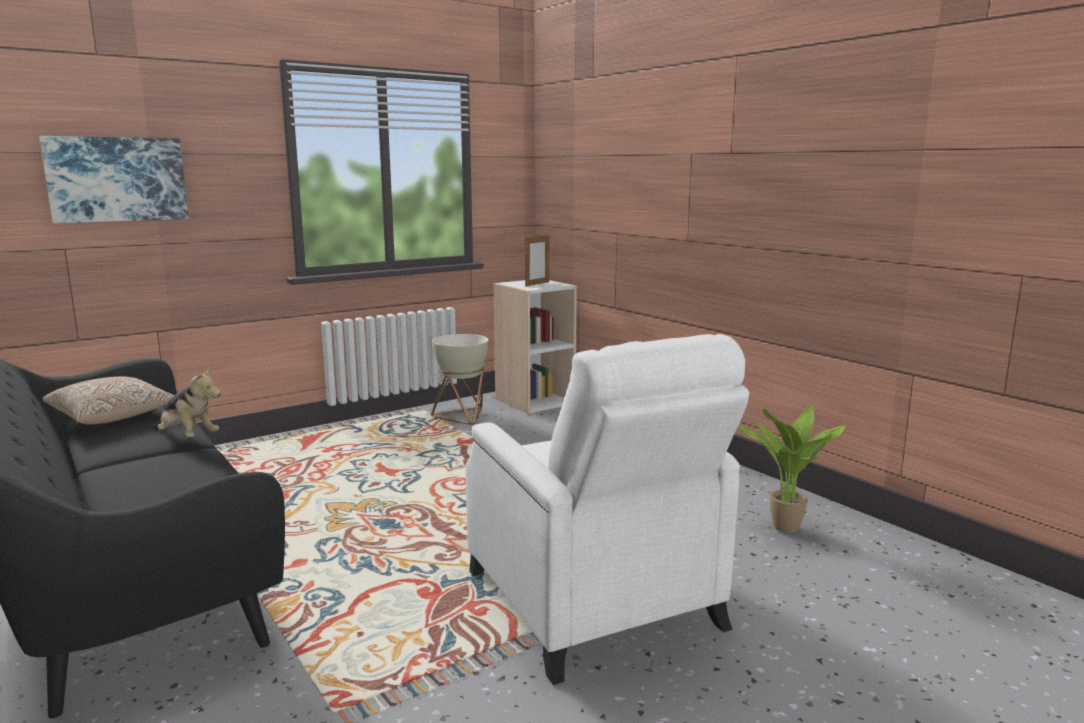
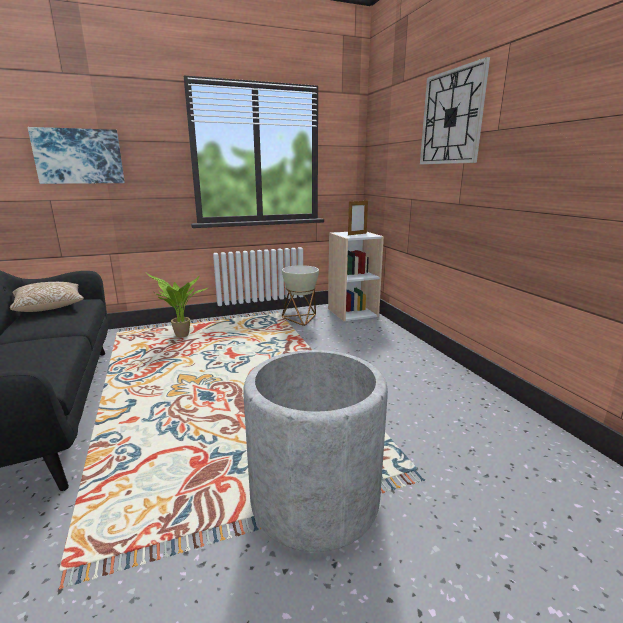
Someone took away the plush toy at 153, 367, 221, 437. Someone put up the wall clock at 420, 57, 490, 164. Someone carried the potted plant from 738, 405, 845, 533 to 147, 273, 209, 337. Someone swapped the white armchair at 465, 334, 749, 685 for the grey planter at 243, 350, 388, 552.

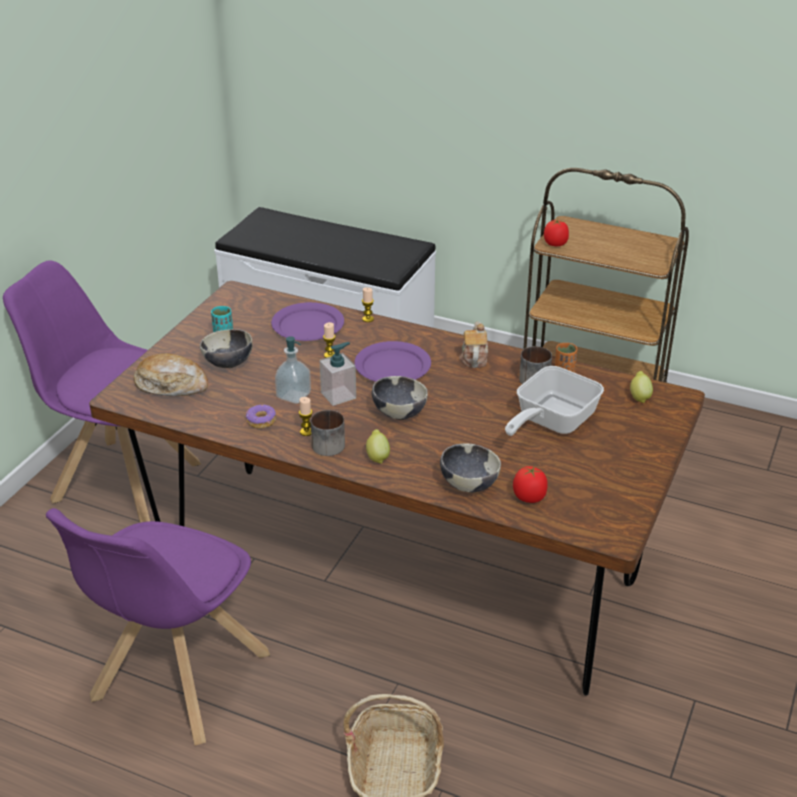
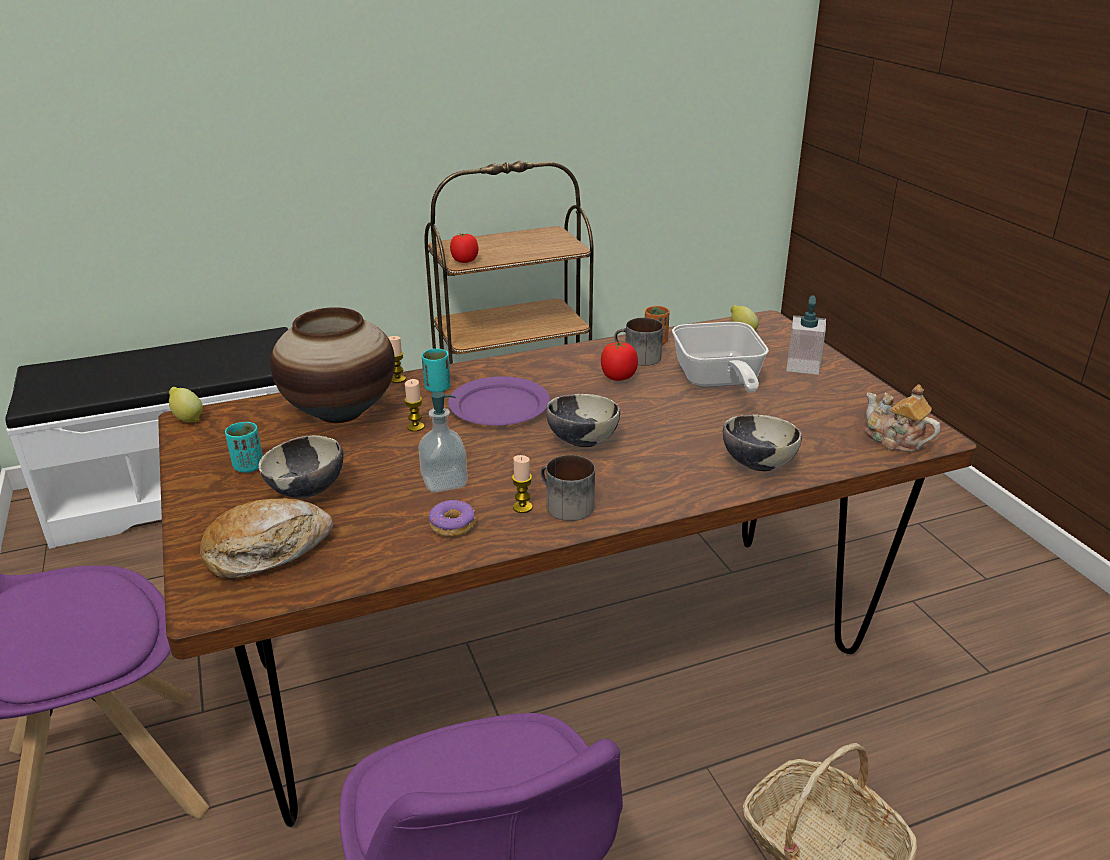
Someone put down the turquoise cup at 422, 349, 451, 393. Someone carried the soap dispenser from 319, 342, 356, 406 to 786, 295, 826, 375. Someone carried the lemon from 366, 429, 390, 464 to 169, 387, 203, 423. Someone carried the teapot from 460, 321, 488, 368 to 865, 384, 940, 452. Someone carried the tomato from 513, 466, 548, 503 to 601, 341, 638, 381. Someone swapped the purple plate at 271, 302, 344, 341 for the vase at 270, 307, 395, 423.

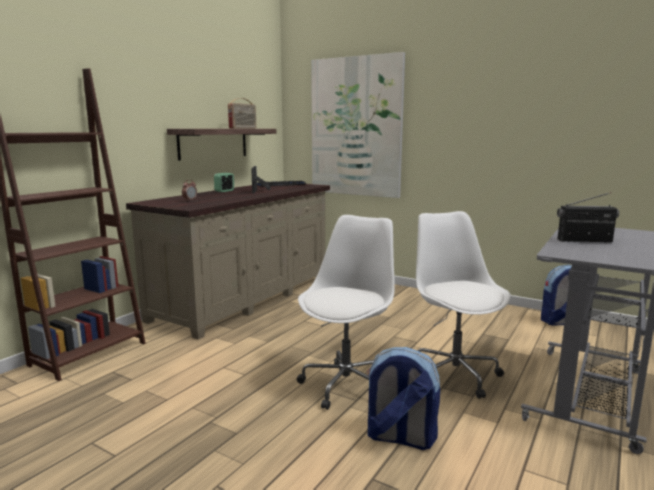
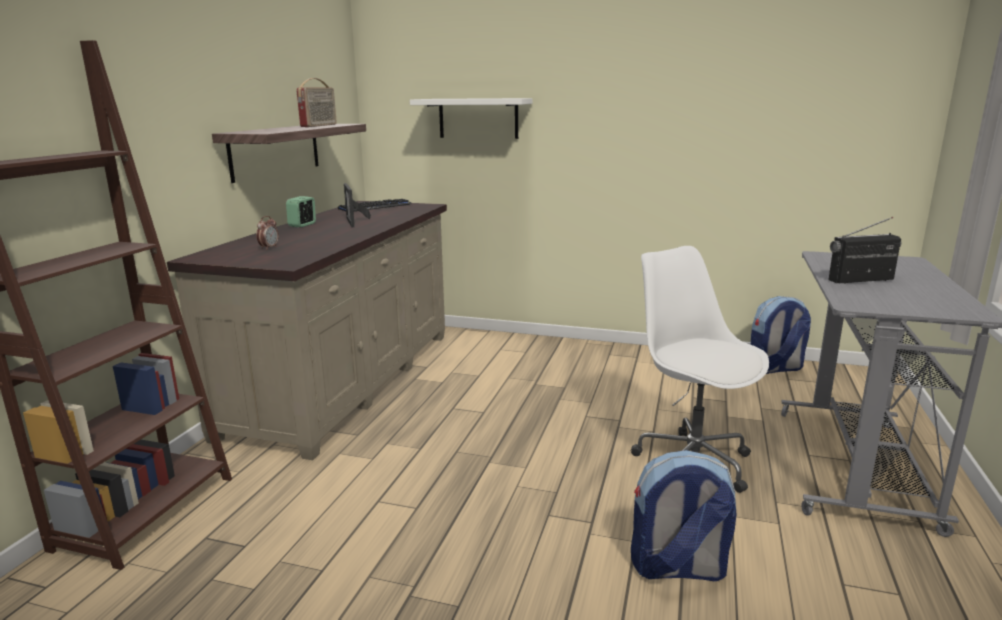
Someone took away the white office chair at 296, 215, 395, 410. Someone swapped the picture at 311, 52, 405, 198 for the white shelf at 410, 98, 532, 139.

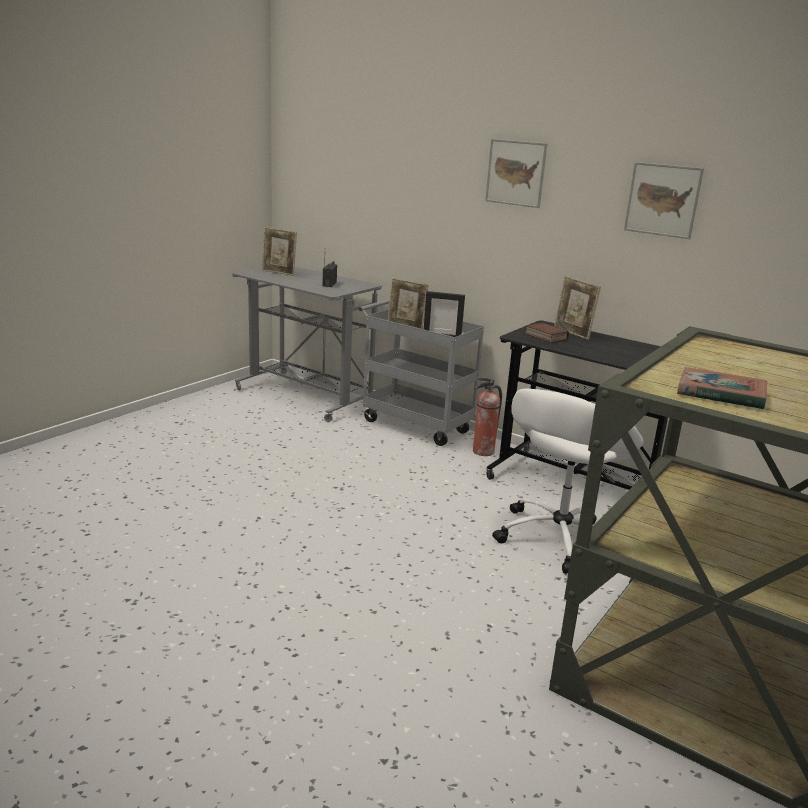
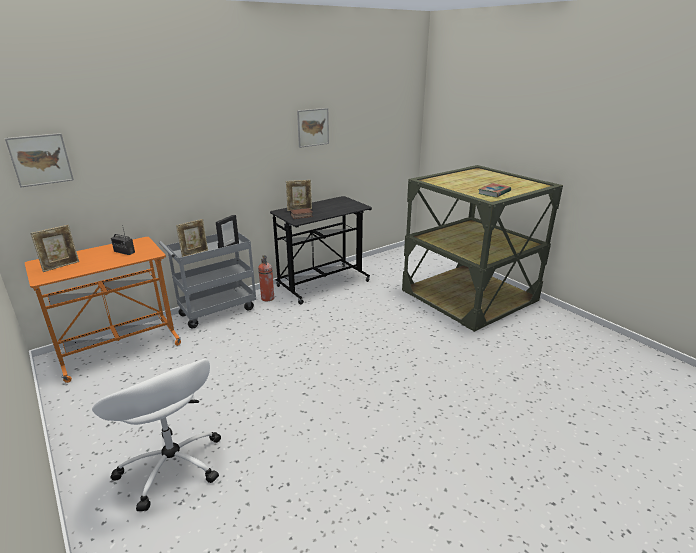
Someone carried the picture from 485, 139, 547, 208 to 5, 133, 74, 188. Someone carried the white office chair from 492, 389, 643, 574 to 92, 359, 221, 511. Someone repainted the grey desk at 232, 266, 381, 422, which became the orange desk at 25, 237, 181, 383.

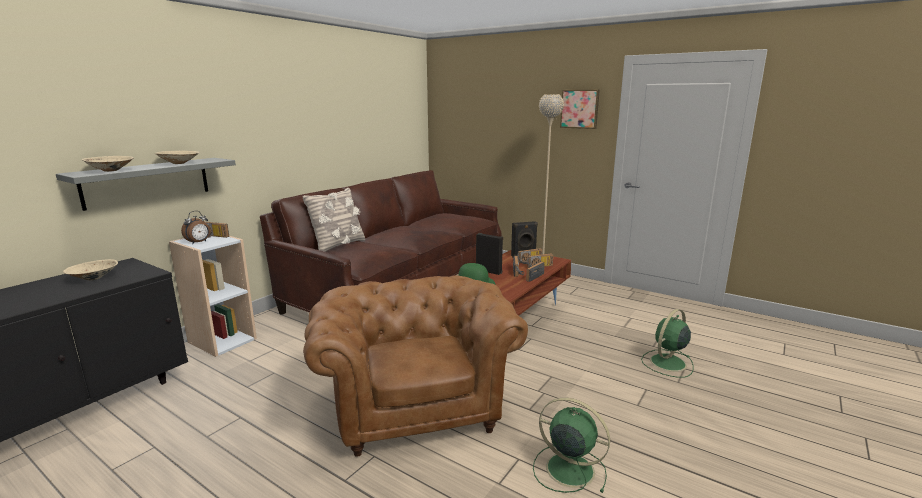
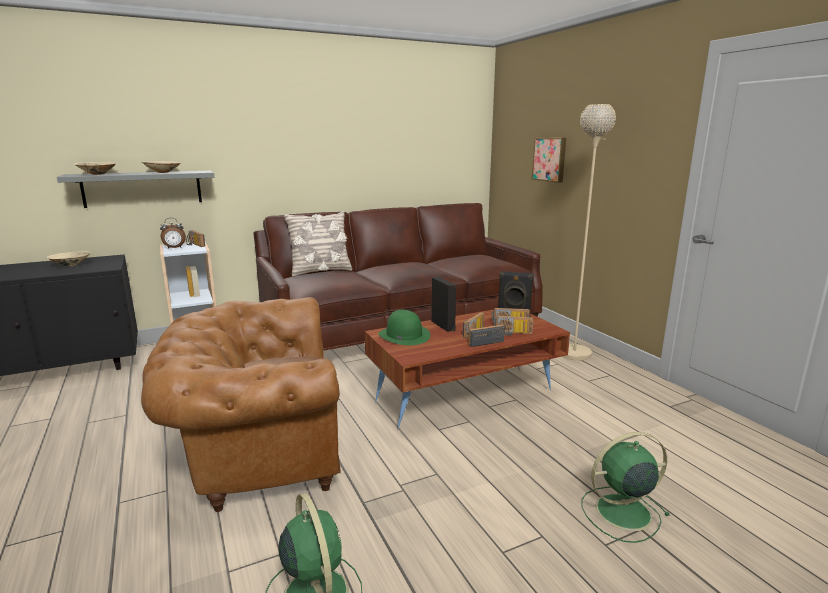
Someone carried the picture from 560, 90, 600, 129 to 531, 138, 566, 183. Someone rotated the brown armchair at 303, 275, 528, 457 by 120 degrees counterclockwise.

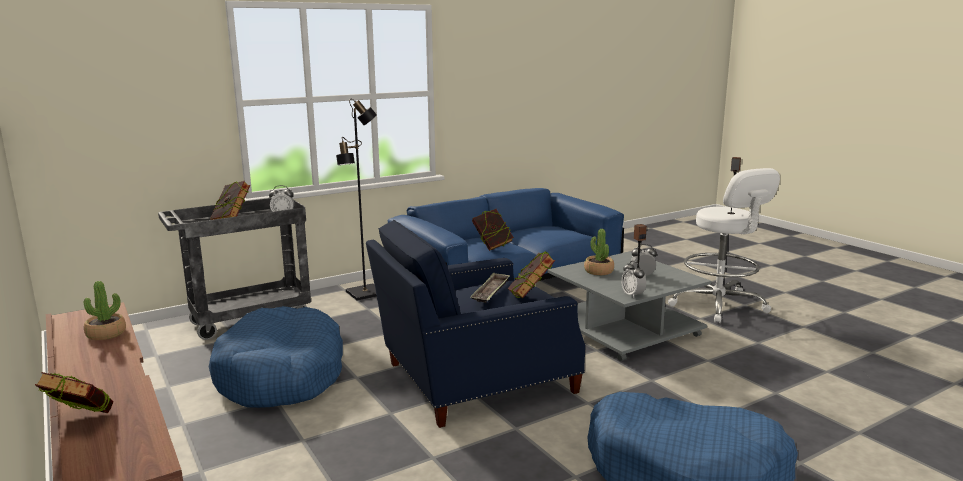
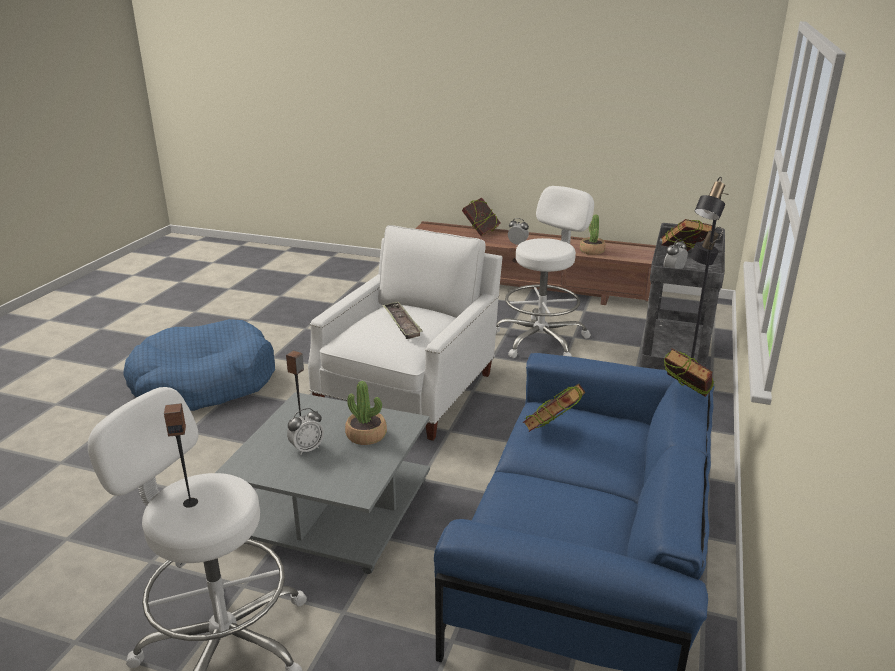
Someone carried the book from 507, 251, 555, 298 to 664, 348, 714, 397. Someone carried the alarm clock from 621, 261, 646, 298 to 508, 218, 529, 245. Someone swapped the blue dog bed at 209, 306, 343, 408 for the white stool at 496, 186, 594, 358. Someone repainted the blue armchair at 366, 220, 585, 428, which became the white armchair at 308, 225, 502, 441.

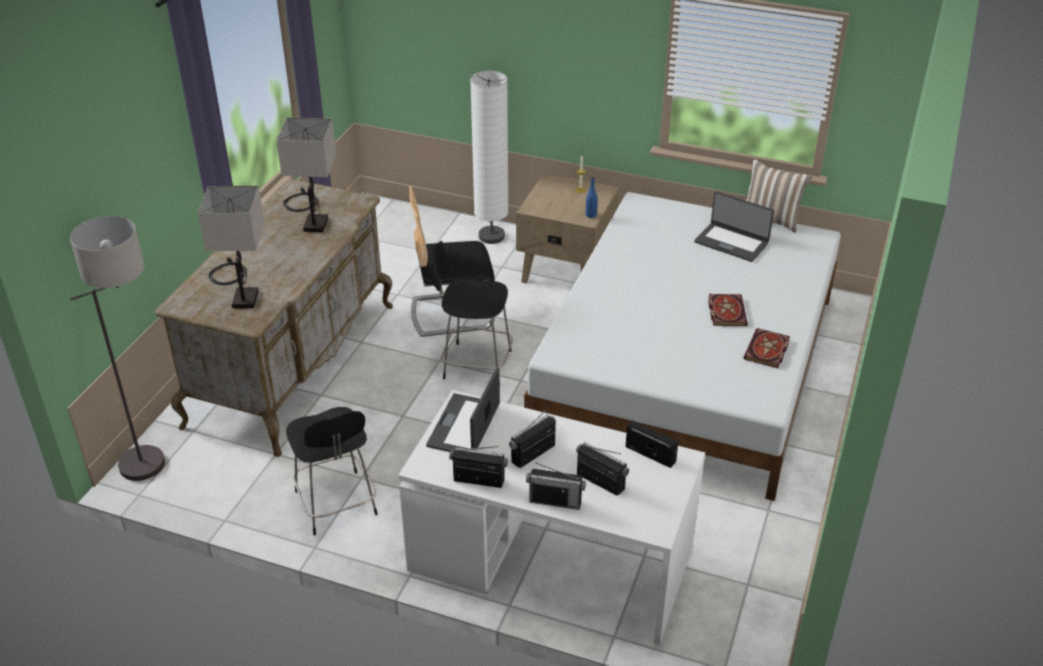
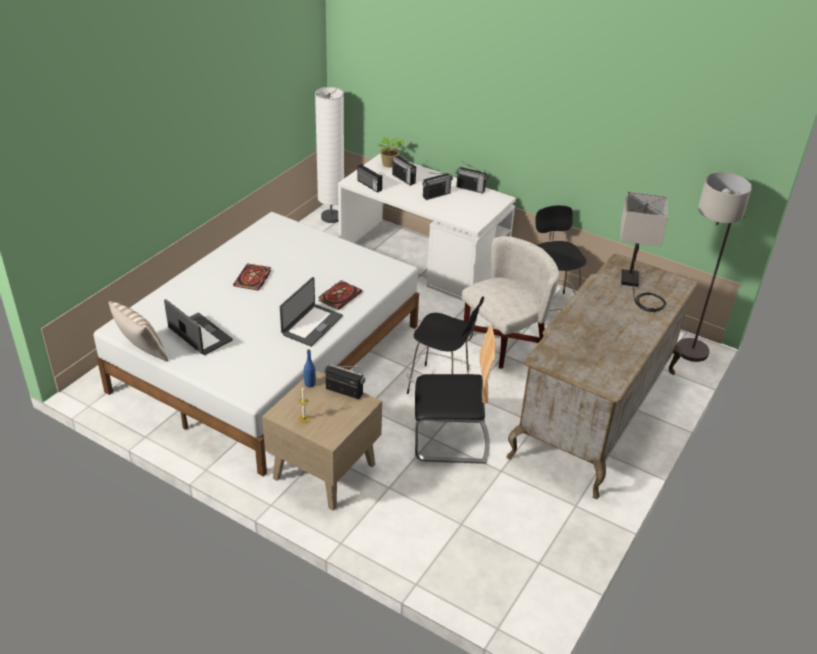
Someone took away the table lamp at 276, 117, 336, 232. Someone put down the potted plant at 378, 137, 405, 167. Someone put down the white armchair at 462, 236, 559, 369. Someone carried the laptop from 426, 367, 500, 452 to 280, 277, 343, 347. Someone carried the white floor lamp from 470, 71, 509, 244 to 315, 87, 344, 223. Someone carried the radio from 526, 463, 586, 510 to 324, 364, 365, 399. Someone carried the book from 744, 328, 790, 368 to 318, 280, 362, 310.

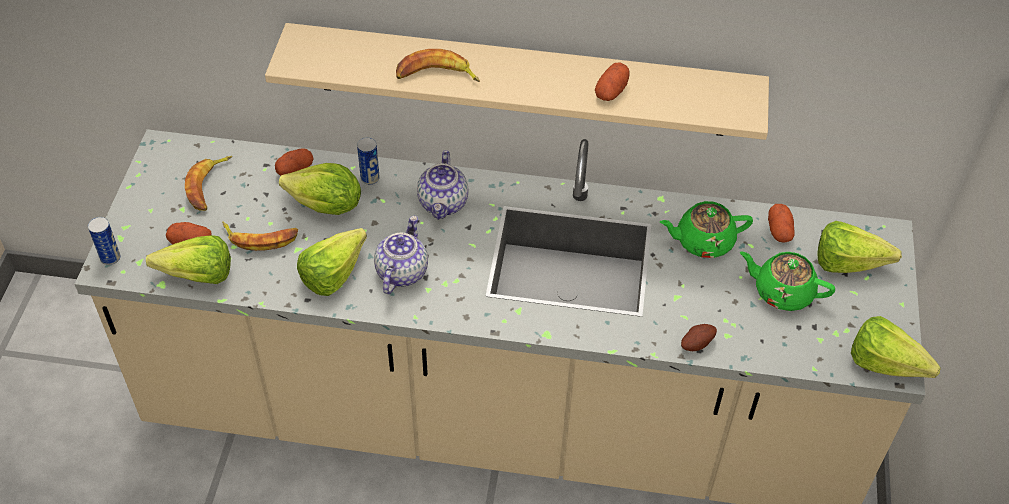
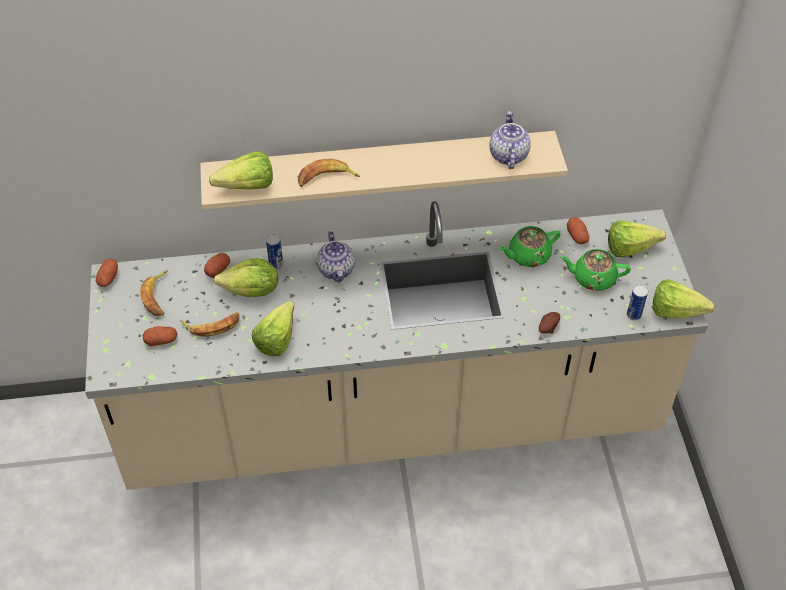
Someone carried the can from 88, 217, 120, 265 to 627, 285, 648, 320. Someone carried the lettuce from 146, 235, 231, 284 to 209, 151, 273, 190. Someone carried the teapot from 374, 215, 428, 294 to 490, 111, 531, 169. Someone carried the potato from 595, 62, 630, 101 to 96, 258, 118, 287.

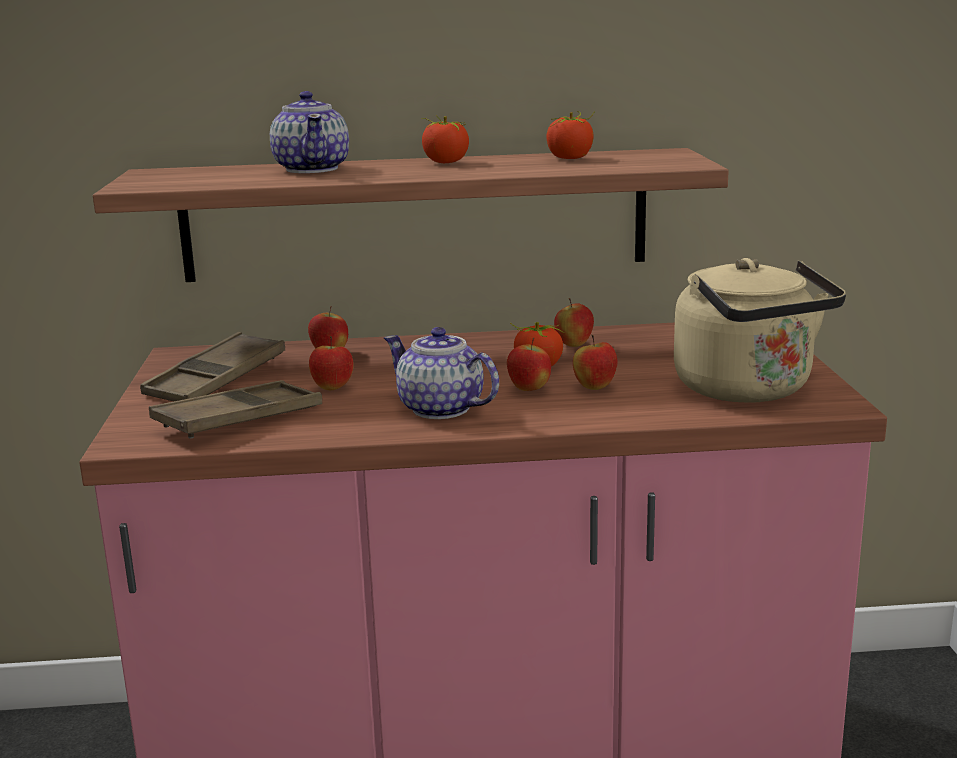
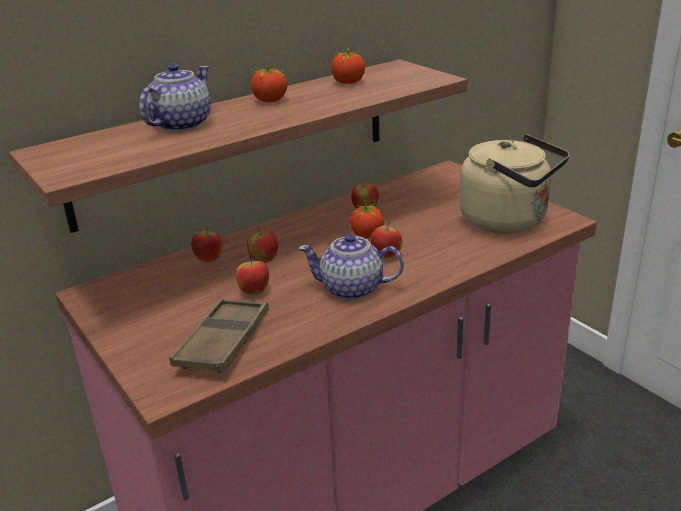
Someone took away the brown tray at 140, 332, 285, 401. Someone carried the apple from 573, 335, 617, 390 to 247, 227, 278, 263. Someone rotated the teapot at 270, 91, 349, 173 by 105 degrees counterclockwise.

